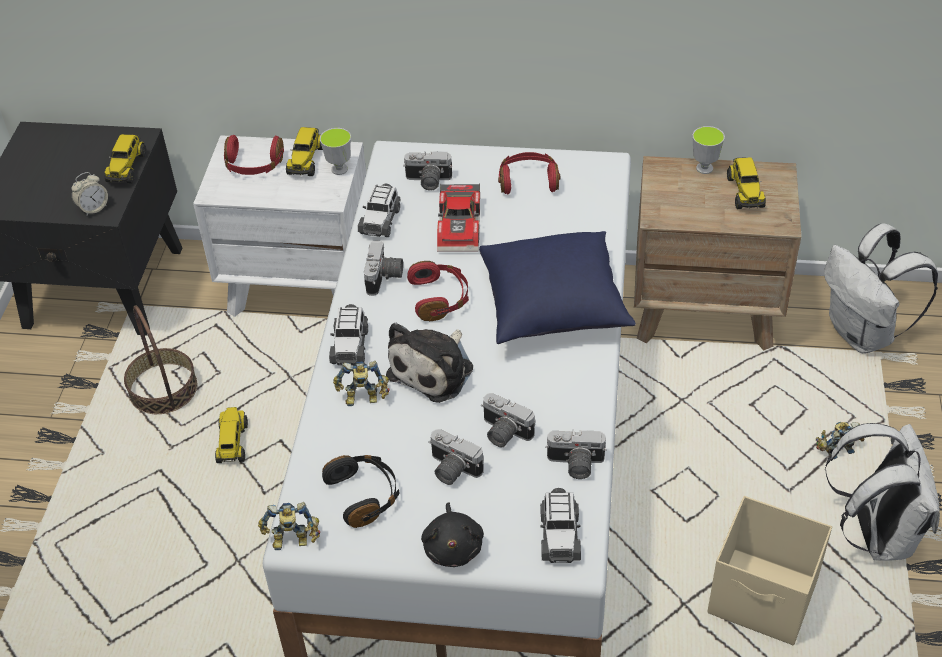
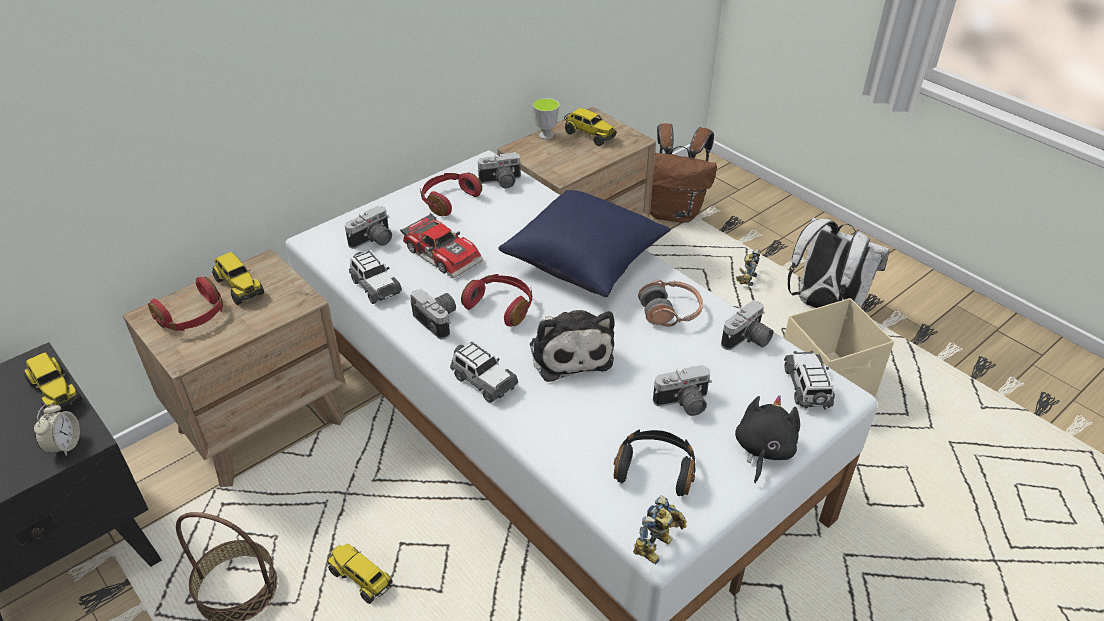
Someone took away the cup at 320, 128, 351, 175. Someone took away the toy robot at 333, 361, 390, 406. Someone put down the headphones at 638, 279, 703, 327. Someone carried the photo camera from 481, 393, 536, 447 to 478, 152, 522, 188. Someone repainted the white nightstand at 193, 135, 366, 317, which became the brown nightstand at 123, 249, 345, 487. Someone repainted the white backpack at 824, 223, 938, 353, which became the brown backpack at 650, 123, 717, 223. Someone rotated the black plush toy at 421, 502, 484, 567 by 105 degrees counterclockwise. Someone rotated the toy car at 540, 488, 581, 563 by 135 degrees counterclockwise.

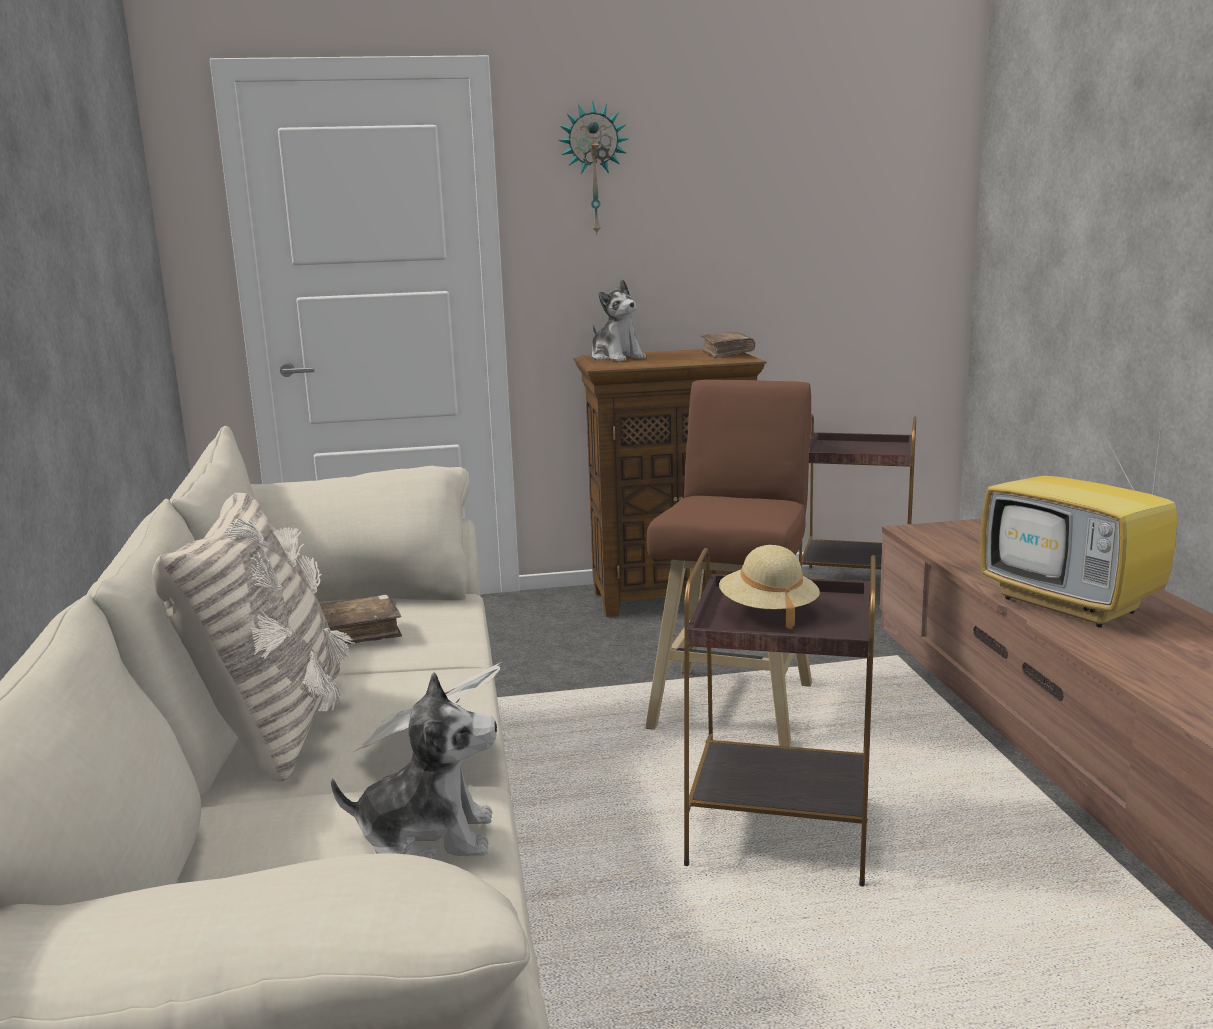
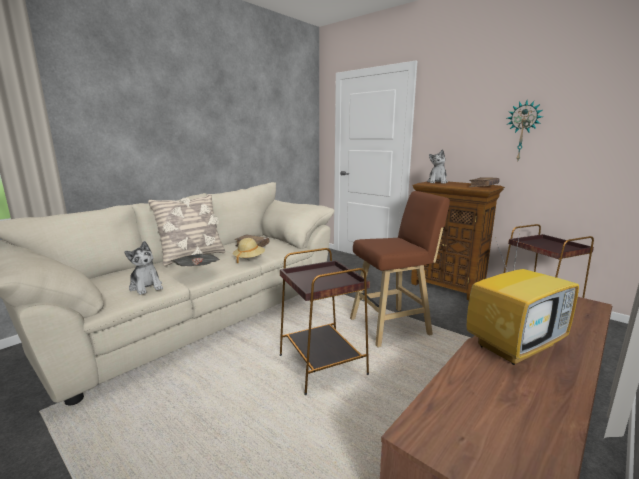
Someone carried the wall clock from 558, 102, 628, 235 to 507, 101, 543, 160. Someone carried the beige hat from 719, 545, 820, 629 to 233, 238, 265, 263. Someone rotated the television at 980, 408, 1177, 628 by 135 degrees counterclockwise.

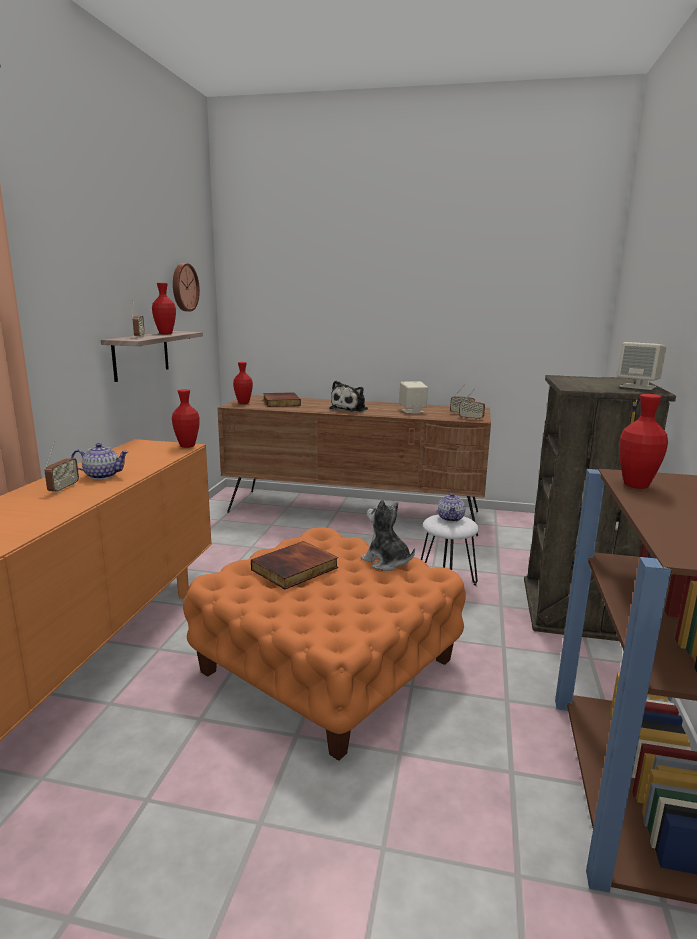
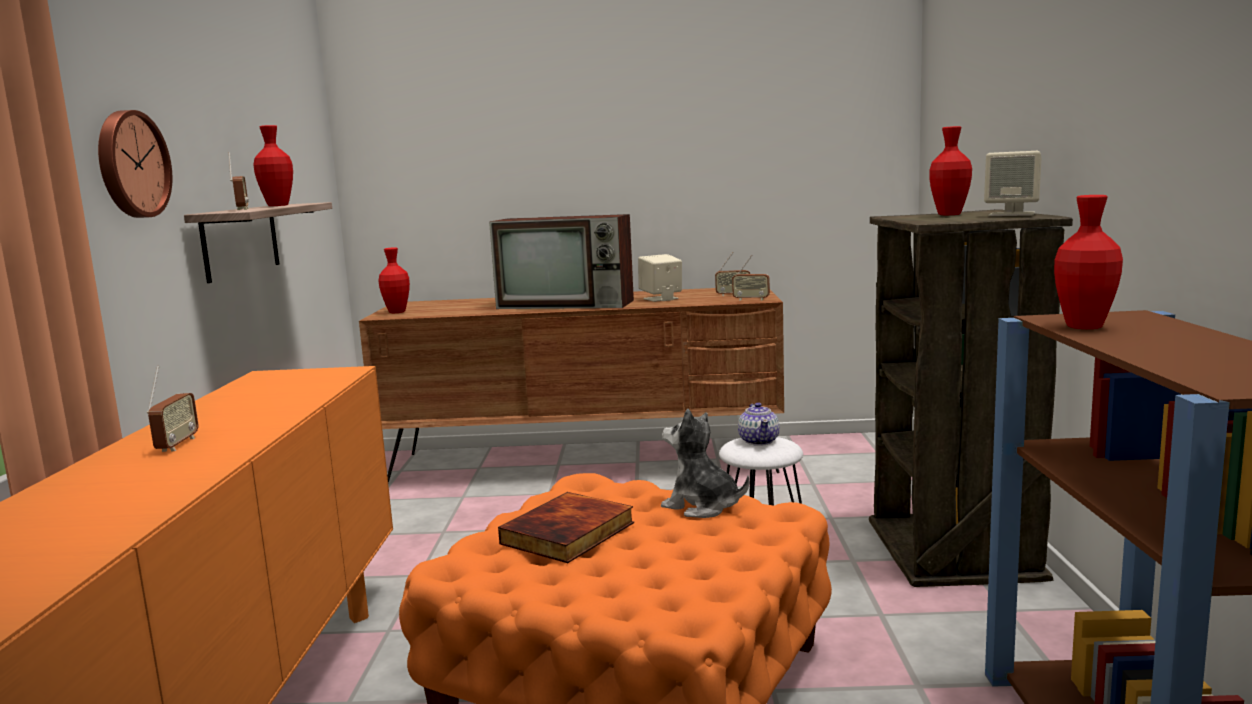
Someone took away the teapot at 71, 443, 129, 479. Someone took away the book at 263, 392, 301, 407. Someone carried the red vase from 172, 389, 200, 448 to 929, 126, 972, 215. Someone carried the wall clock from 173, 263, 200, 311 to 98, 110, 172, 218. Someone swapped the plush toy at 329, 381, 368, 412 for the television at 489, 214, 634, 309.

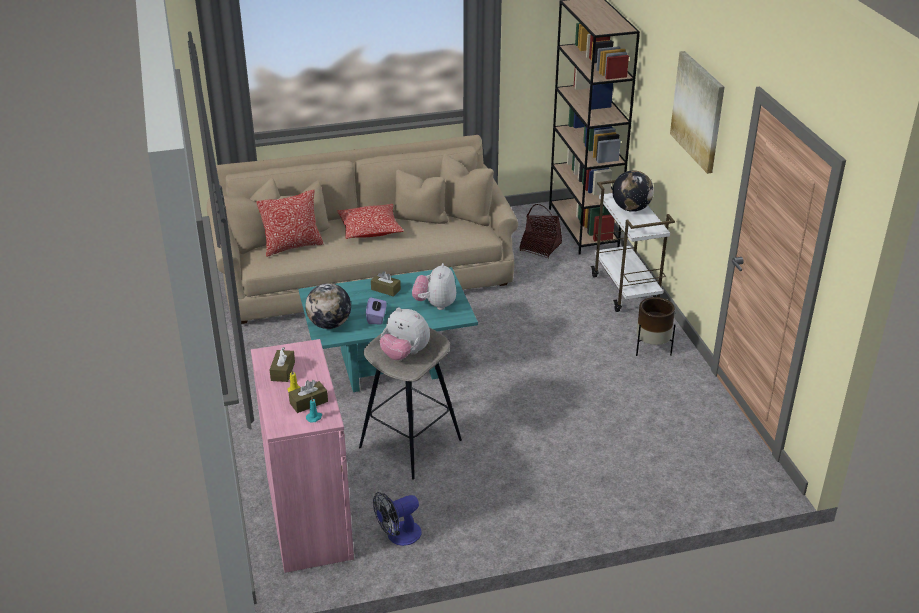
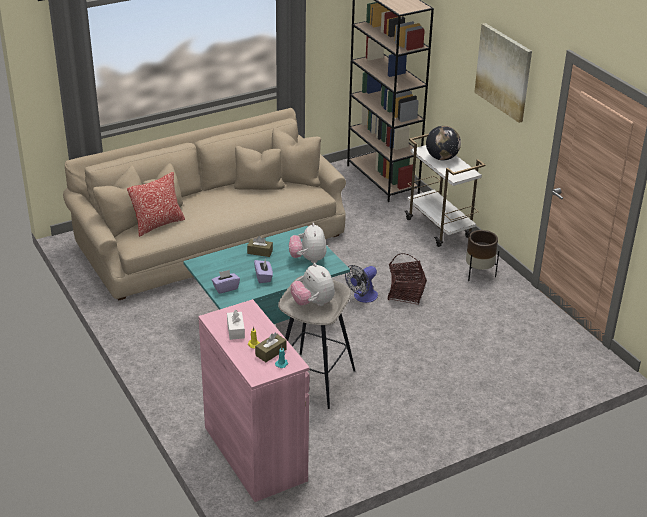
Someone took away the pillow at 338, 204, 404, 239. Someone carried the fan from 373, 492, 422, 546 to 345, 265, 378, 303. Someone carried the basket from 520, 204, 562, 258 to 387, 253, 427, 305. Someone swapped the globe at 305, 283, 351, 329 for the purple tissue box at 211, 270, 240, 294. Someone repainted the brown tissue box at 270, 347, 295, 382, which became the white tissue box at 227, 309, 245, 340. Someone rotated the plush toy at 380, 307, 430, 360 by 45 degrees clockwise.

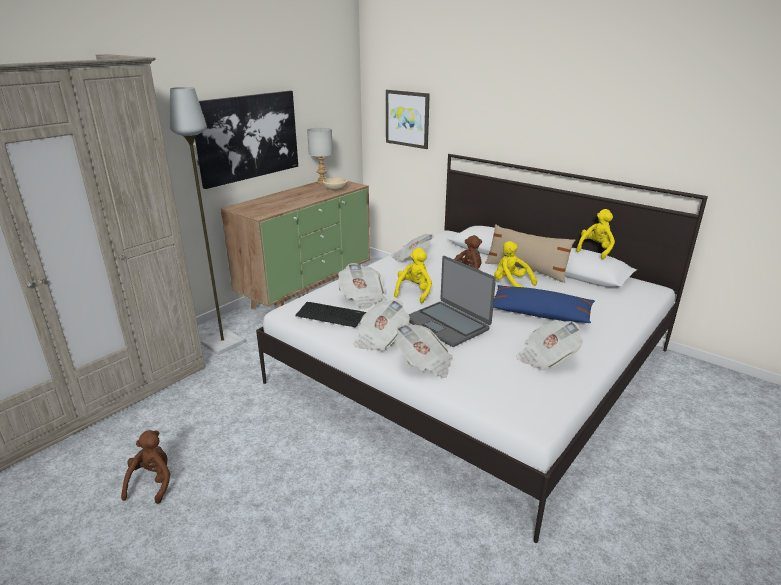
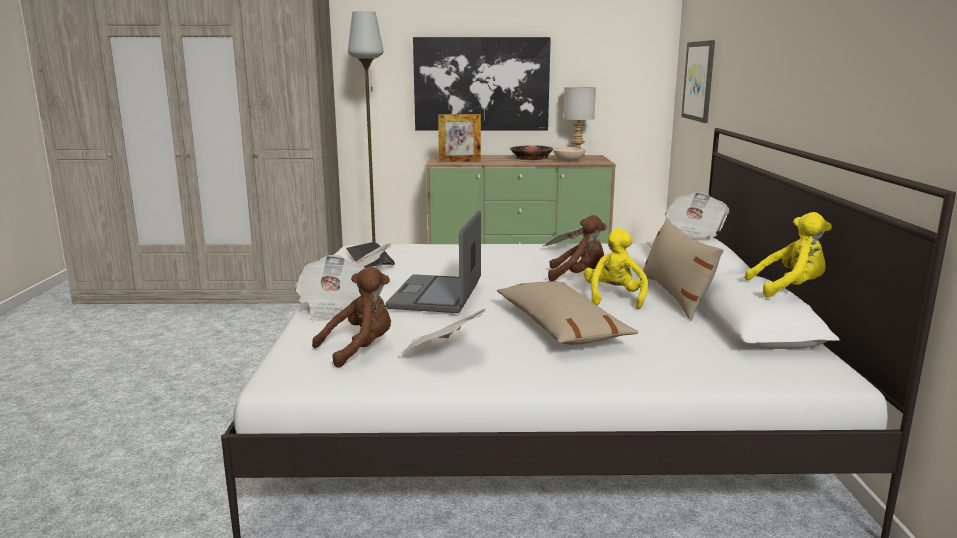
Someone took away the yellow plush toy at 394, 248, 432, 303. Someone put down the picture frame at 438, 114, 481, 162. Someone put down the bowl at 510, 146, 553, 160. Someone carried the brown plush toy from 121, 430, 170, 504 to 312, 266, 391, 368. Someone carried the newspaper from 338, 263, 385, 309 to 665, 192, 730, 239. Someone repainted the blue pillow at 493, 285, 595, 323, which became the beige pillow at 497, 281, 638, 345.

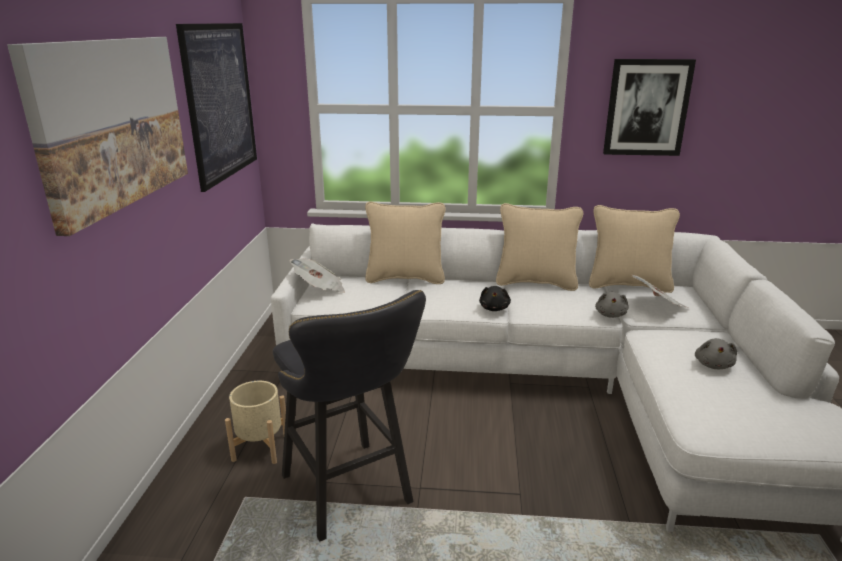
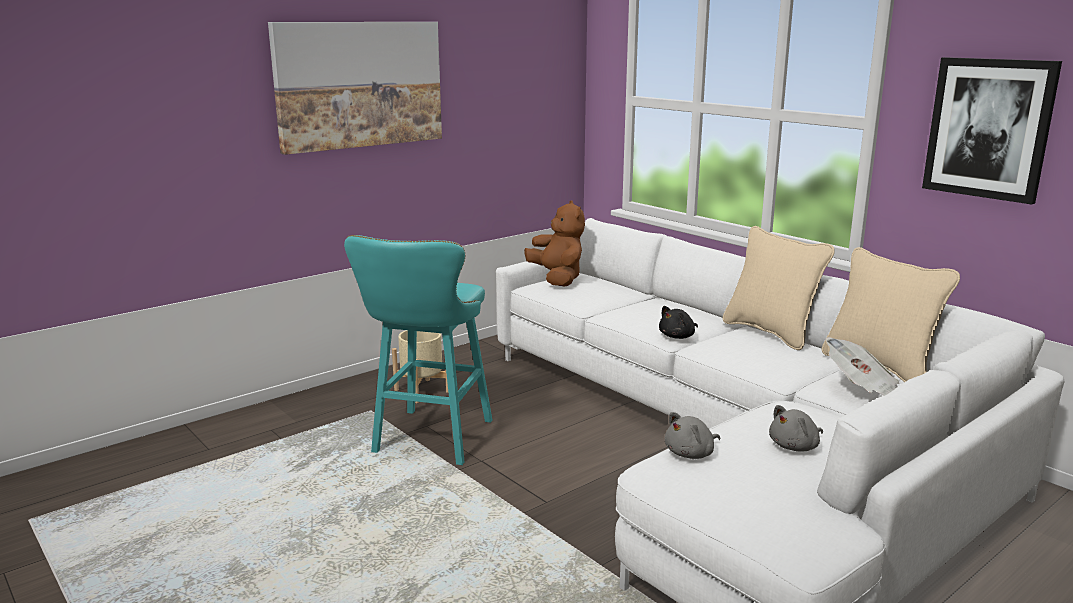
Someone took away the picture at 176, 23, 257, 192. Someone took away the beige pillow at 365, 201, 446, 284. Someone carried the grey plush toy from 595, 292, 629, 318 to 665, 412, 721, 459. Someone swapped the newspaper at 290, 259, 345, 293 for the brown plush toy at 524, 201, 585, 287. Someone repainted the black stool at 273, 290, 426, 542, which became the turquoise stool at 344, 235, 492, 465.

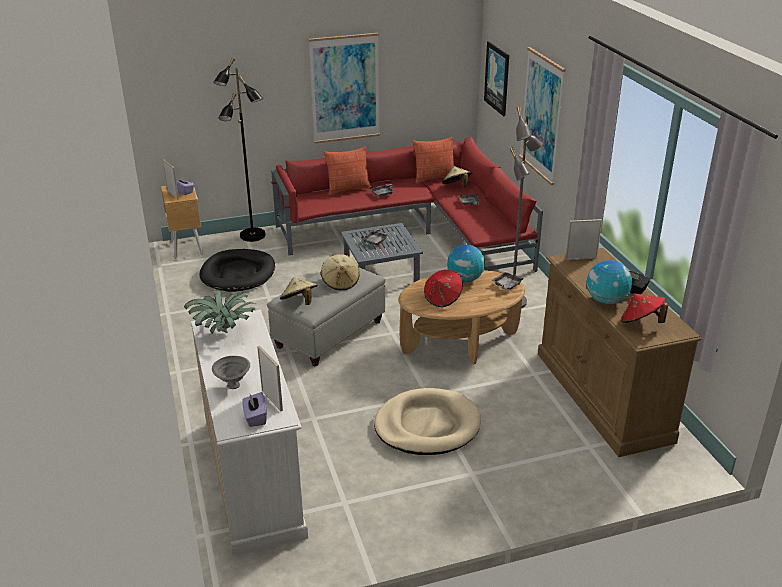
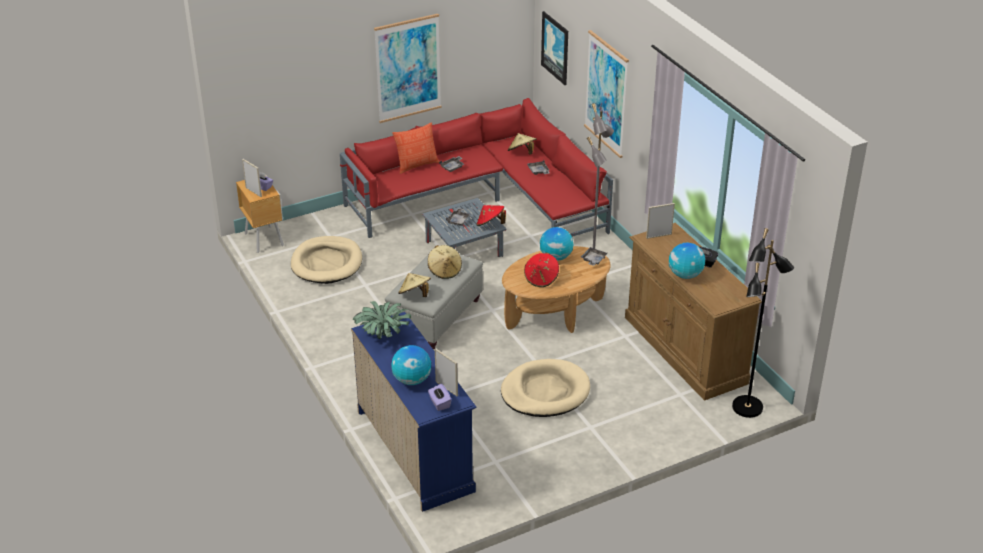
Someone took away the orange pillow at 412, 137, 454, 184. Someone carried the black floor lamp from 213, 58, 266, 242 to 732, 228, 794, 418. Someone carried the red hat from 621, 293, 669, 323 to 476, 205, 506, 226. Someone swapped the grey bowl at 212, 356, 250, 389 for the globe at 391, 345, 431, 385. Someone repainted the white cabinet at 191, 310, 308, 556, which became the blue cabinet at 351, 312, 477, 512. Someone repainted the black dog bed at 199, 249, 275, 292, which became the beige dog bed at 291, 236, 362, 284.

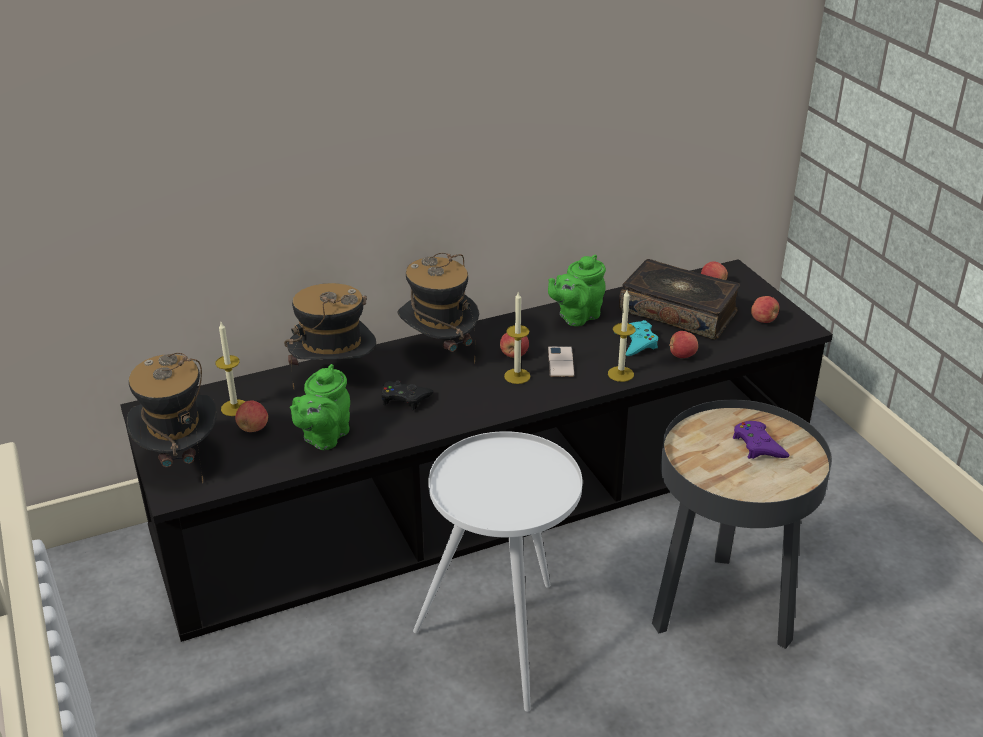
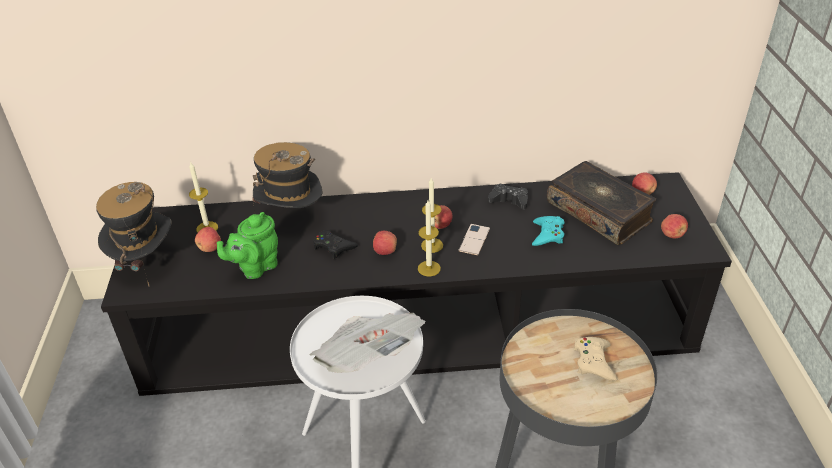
Someone took away the hat at 397, 253, 479, 364. Someone put down the newspaper at 309, 313, 426, 373. Someone carried the candle from 608, 290, 636, 382 to 418, 200, 441, 277. Someone carried the apple from 669, 331, 698, 358 to 373, 231, 397, 255. Someone swapped the green teapot at 548, 255, 606, 326 for the black game controller at 488, 183, 528, 209. Someone repainted the purple game controller at 733, 421, 789, 459, which became the beige game controller at 574, 337, 617, 381.

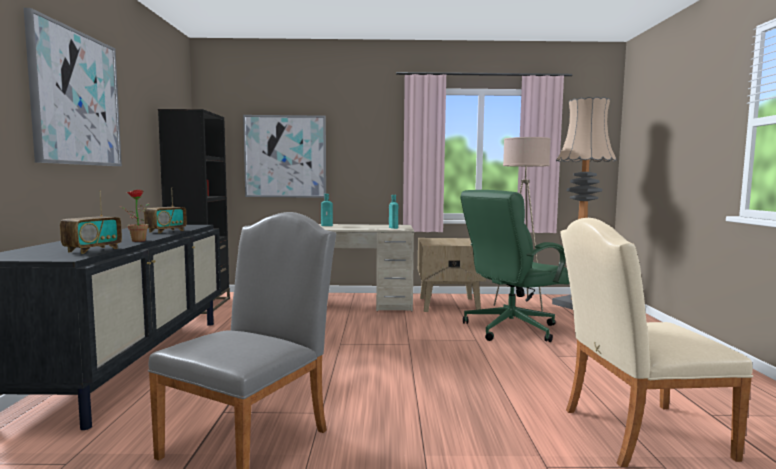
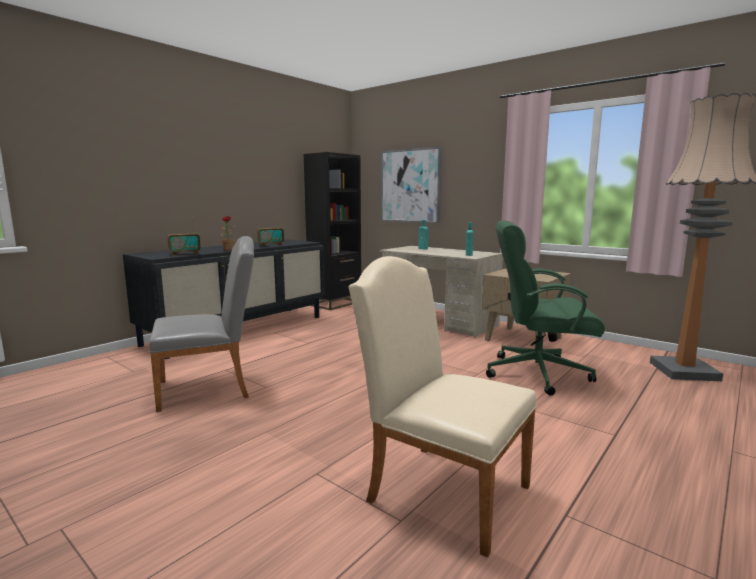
Someone took away the picture at 24, 8, 122, 166. Someone took away the beige floor lamp at 494, 137, 551, 312.

